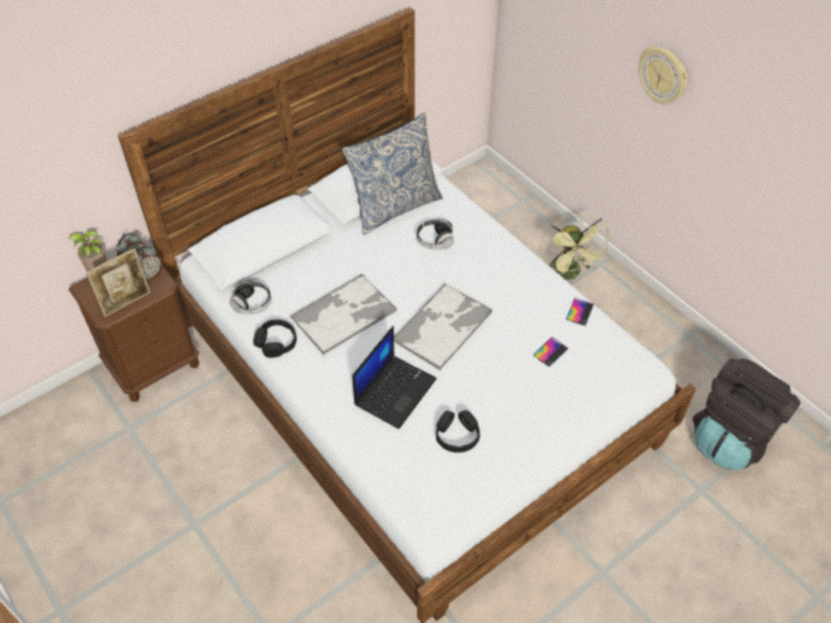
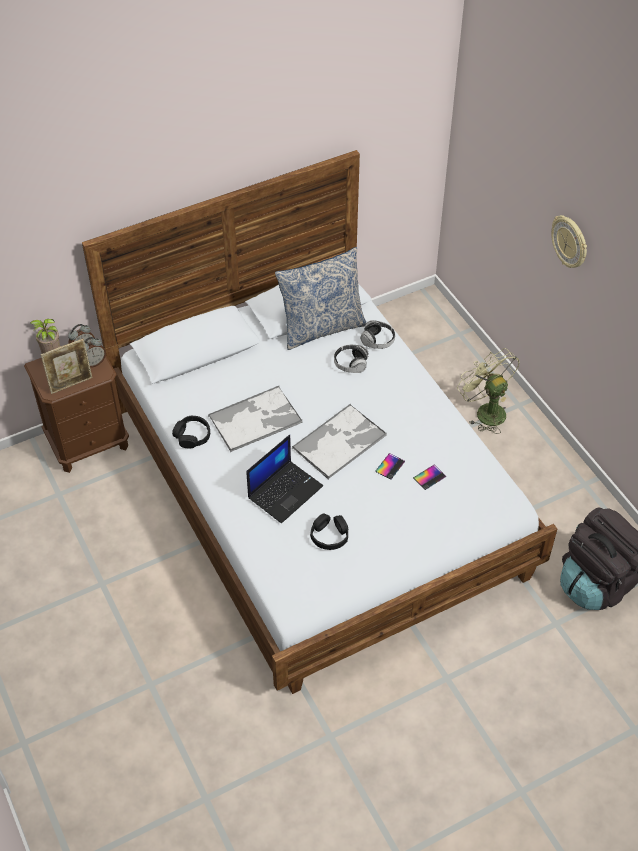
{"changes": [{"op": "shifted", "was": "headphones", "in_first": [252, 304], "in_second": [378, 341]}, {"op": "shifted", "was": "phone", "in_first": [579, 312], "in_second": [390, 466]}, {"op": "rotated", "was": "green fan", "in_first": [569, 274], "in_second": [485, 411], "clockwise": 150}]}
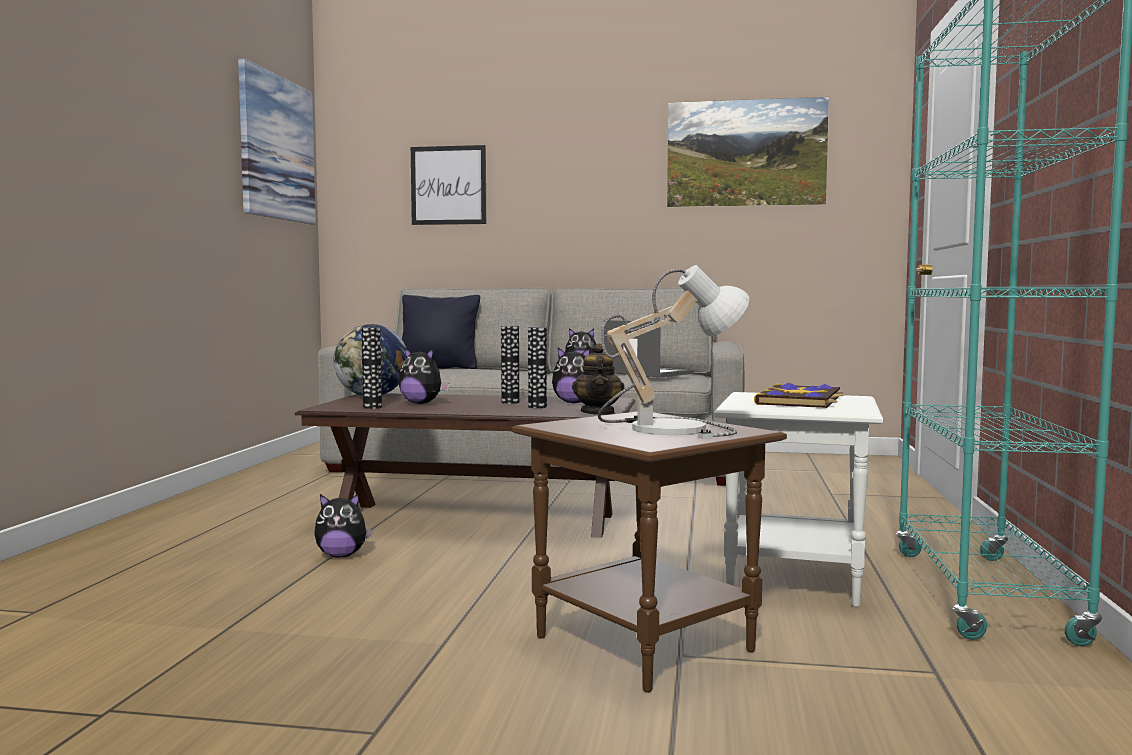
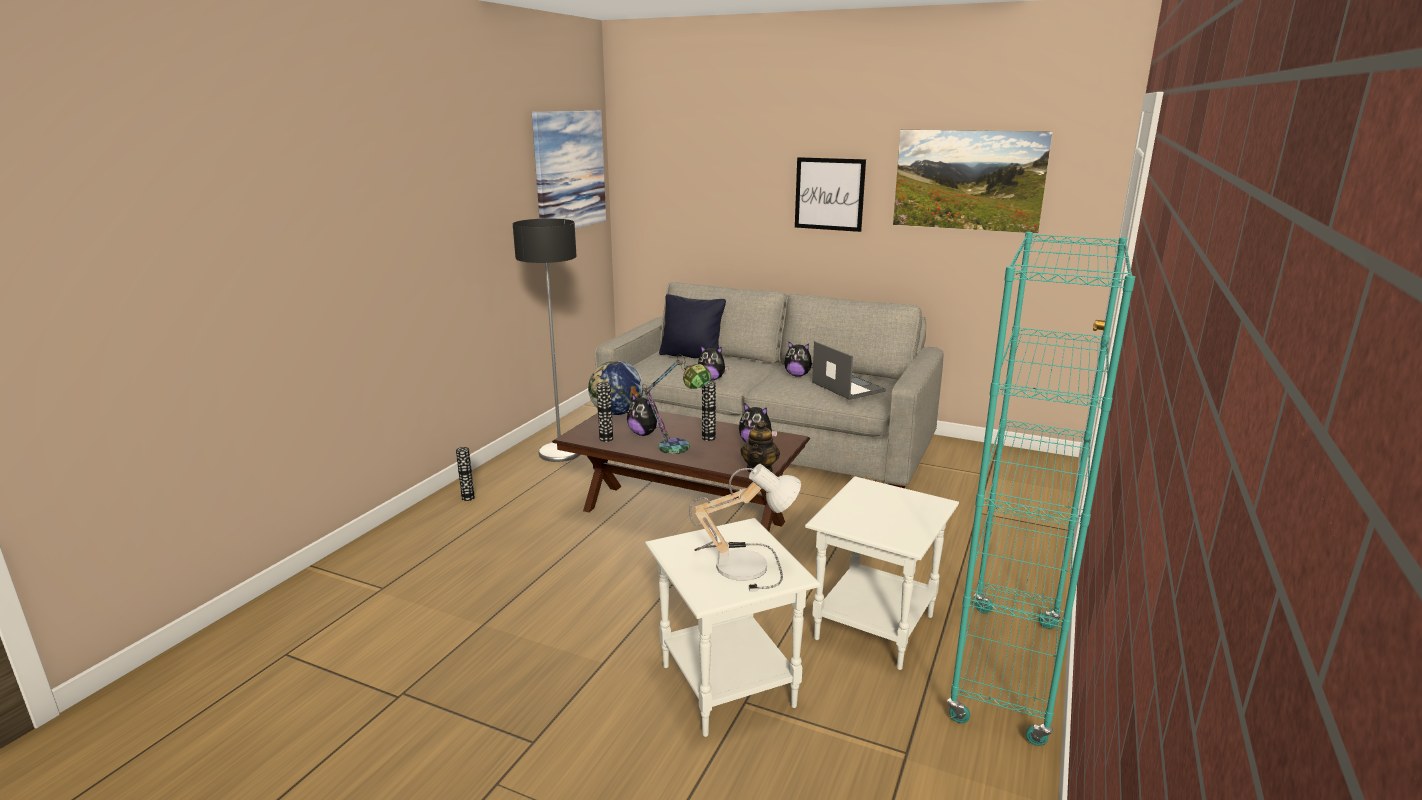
{"changes": [{"op": "gone", "was": "book", "in_first": [800, 400]}, {"op": "new", "now": "floor lamp", "in_second": [560, 452]}, {"op": "new", "now": "table lamp", "in_second": [680, 451]}, {"op": "shifted", "was": "plush toy", "in_first": [341, 555], "in_second": [711, 379]}, {"op": "shifted", "was": "picture", "in_first": [448, 185], "in_second": [829, 194]}, {"op": "shifted", "was": "vase", "in_first": [537, 407], "in_second": [468, 498]}, {"op": "repainted", "was": "brown side table", "now": "white side table", "in_first": [646, 645], "in_second": [728, 687]}]}
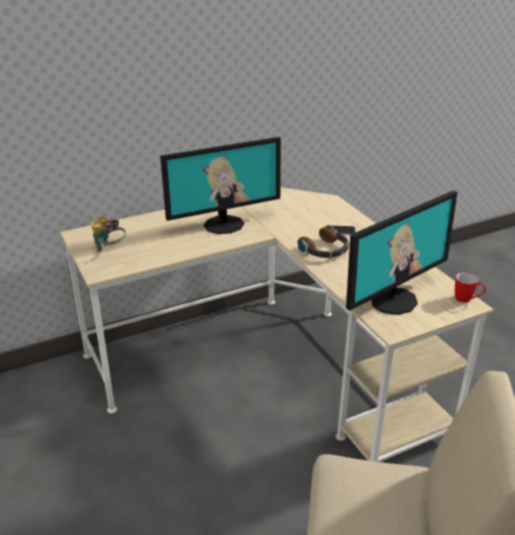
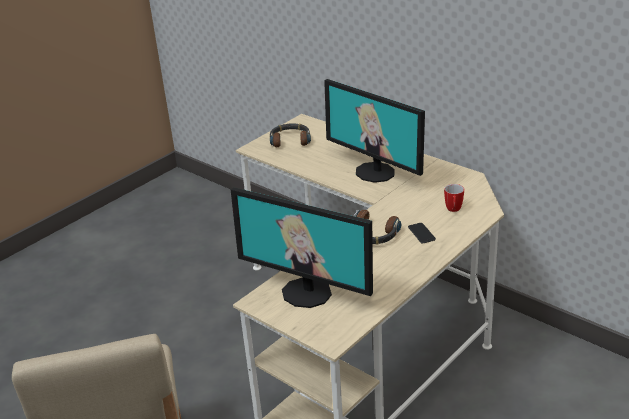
{"changes": [{"op": "shifted", "was": "mug", "in_first": [467, 300], "in_second": [453, 210]}, {"op": "swapped", "was": "binoculars", "now": "headphones", "in_first": [110, 249], "in_second": [290, 140]}]}
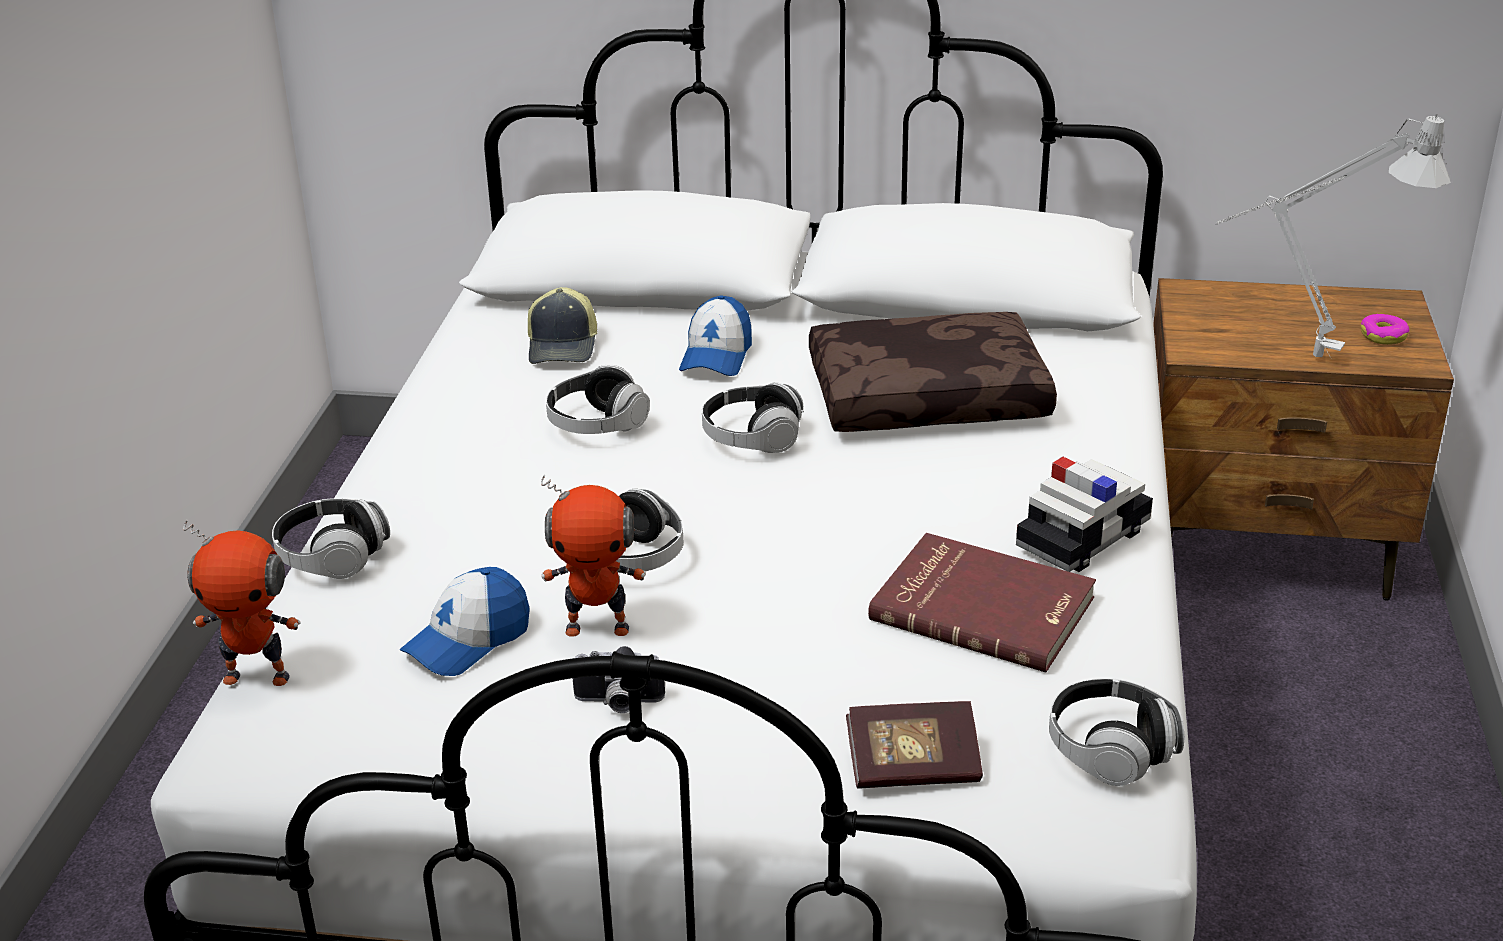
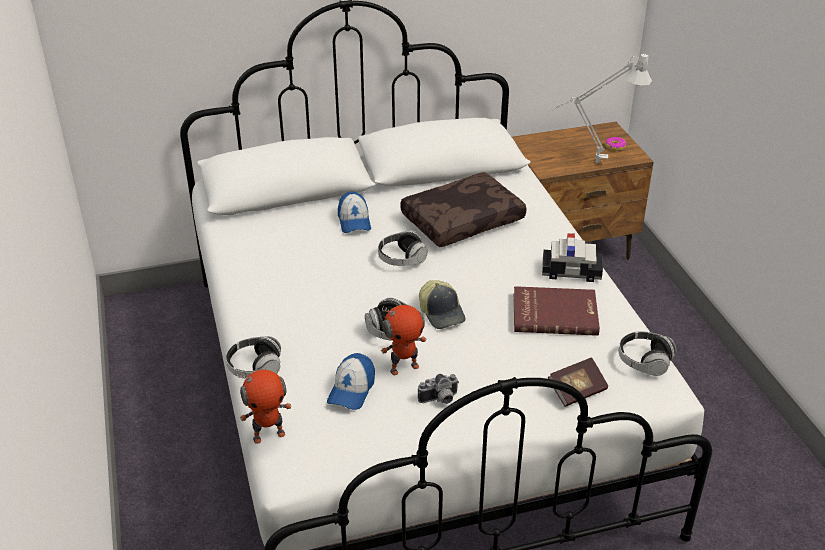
{"changes": [{"op": "gone", "was": "headphones", "in_first": [597, 424]}, {"op": "shifted", "was": "cap", "in_first": [564, 346], "in_second": [442, 313]}, {"op": "rotated", "was": "toy car", "in_first": [1083, 538], "in_second": [571, 271], "clockwise": 75}]}
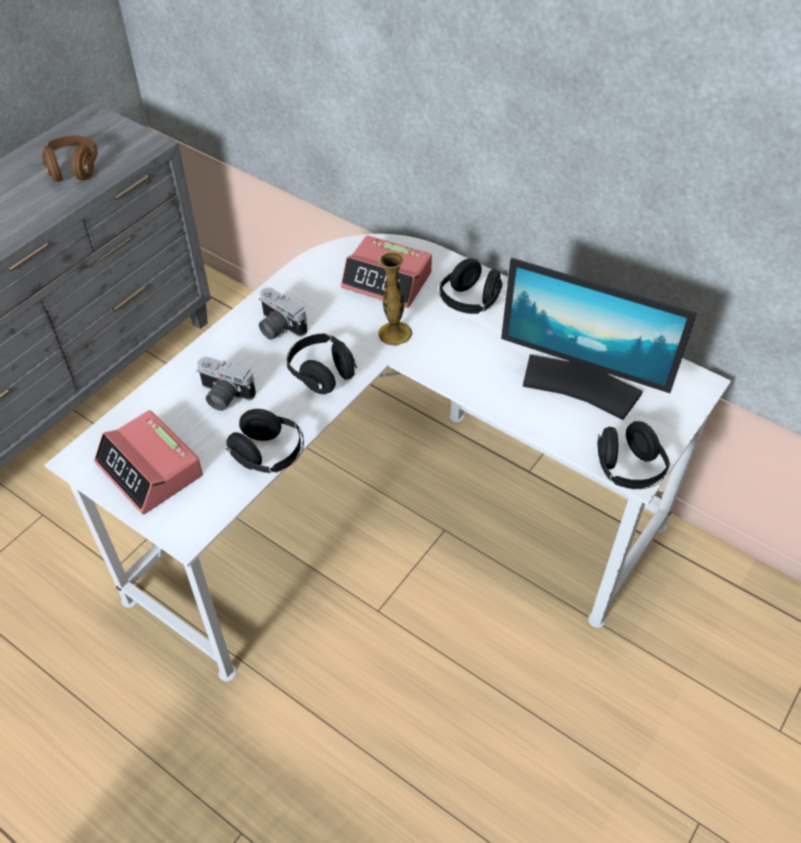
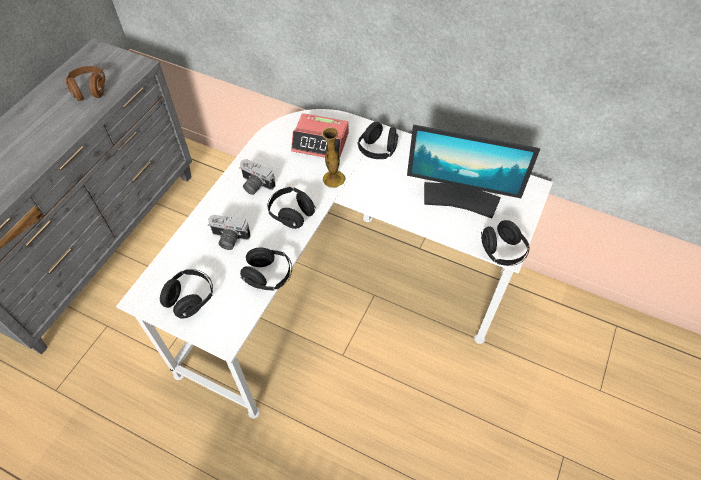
{"changes": [{"op": "swapped", "was": "alarm clock", "now": "black headphones", "in_first": [150, 470], "in_second": [190, 299]}]}
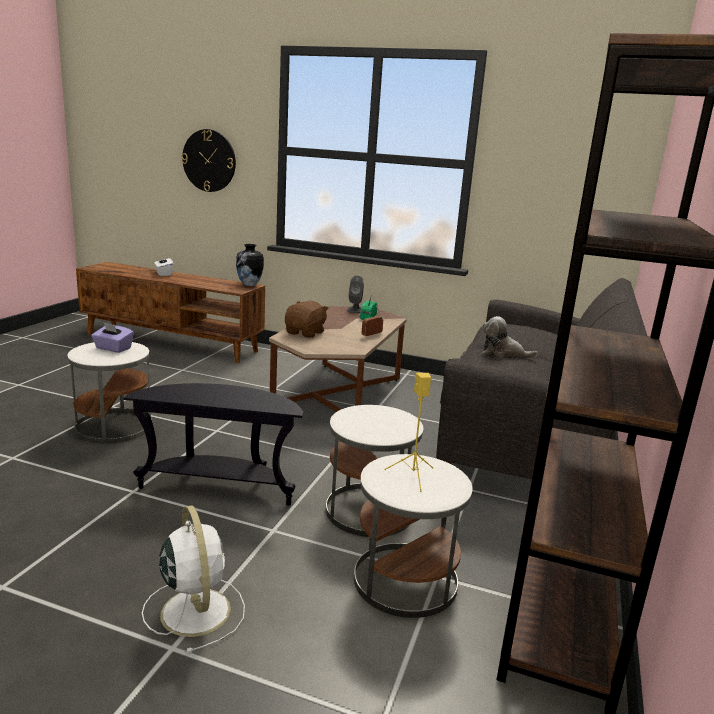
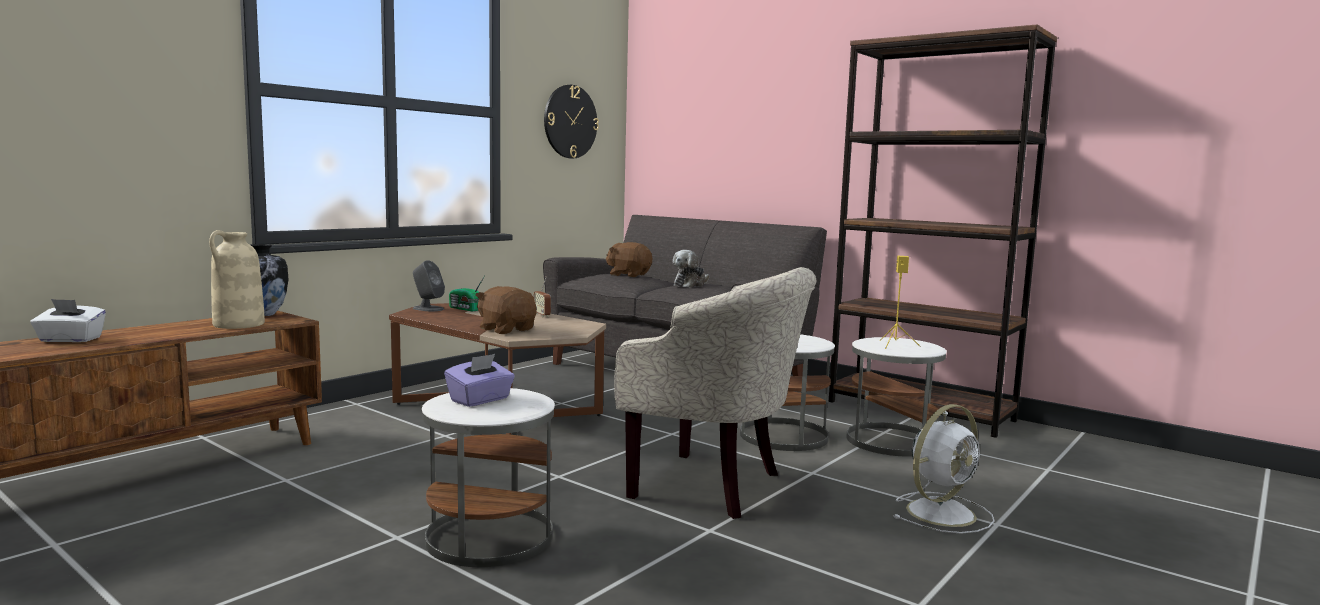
{"changes": [{"op": "new", "now": "beige vase", "in_second": [238, 324]}, {"op": "new", "now": "brown plush toy", "in_second": [628, 275]}, {"op": "shifted", "was": "wall clock", "in_first": [209, 161], "in_second": [570, 121]}, {"op": "swapped", "was": "black side table", "now": "beige armchair", "in_first": [219, 486], "in_second": [715, 486]}, {"op": "rotated", "was": "white fan", "in_first": [195, 609], "in_second": [942, 512], "clockwise": 150}]}
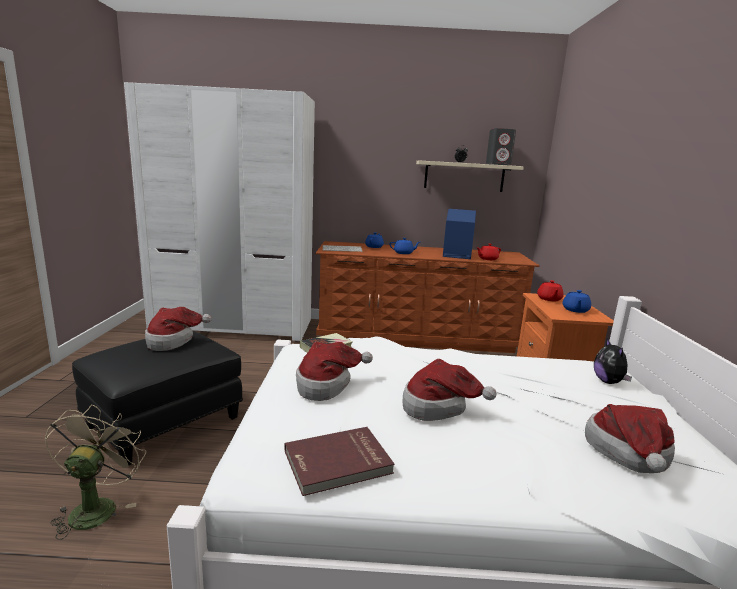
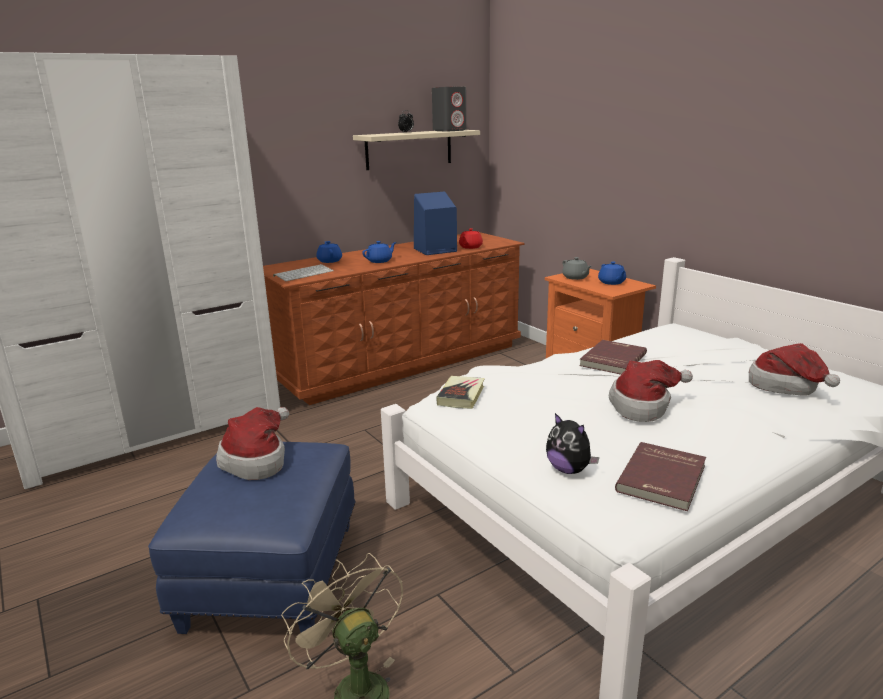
{"changes": [{"op": "gone", "was": "hat", "in_first": [326, 385]}, {"op": "new", "now": "red book", "in_second": [611, 359]}, {"op": "shifted", "was": "plush toy", "in_first": [608, 382], "in_second": [569, 470]}, {"op": "repainted", "was": "black ottoman", "now": "blue ottoman", "in_first": [165, 421], "in_second": [271, 573]}, {"op": "repainted", "was": "red teapot", "now": "grey teapot", "in_first": [549, 299], "in_second": [575, 277]}]}
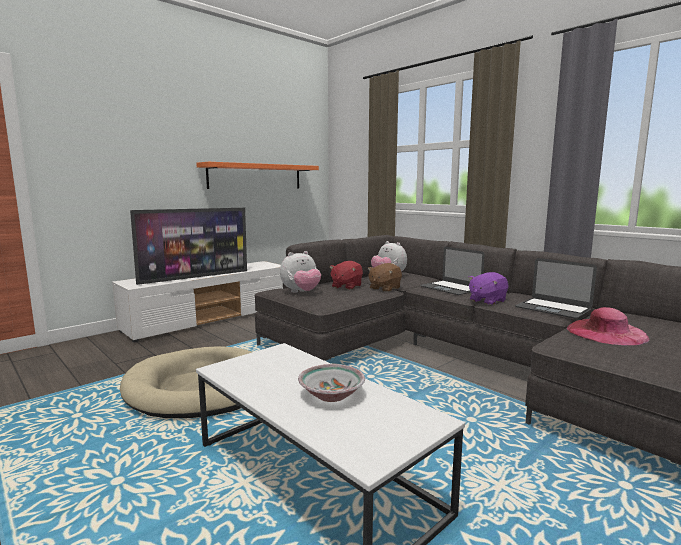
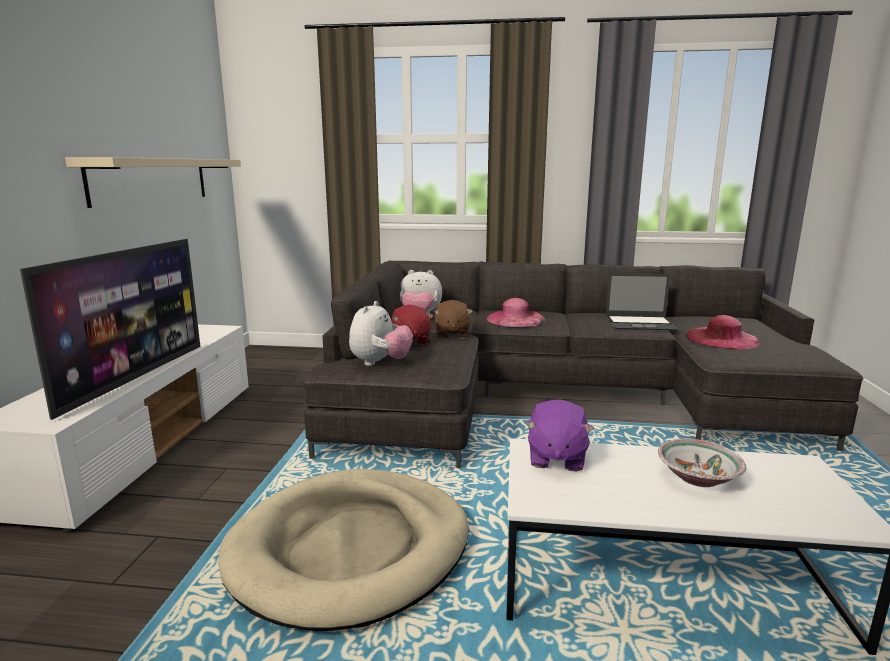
{"changes": [{"op": "shifted", "was": "purple plush toy", "in_first": [487, 301], "in_second": [556, 458]}, {"op": "swapped", "was": "laptop", "now": "pink hat", "in_first": [450, 288], "in_second": [515, 319]}, {"op": "repainted", "was": "orange shelf", "now": "beige shelf", "in_first": [256, 176], "in_second": [151, 180]}]}
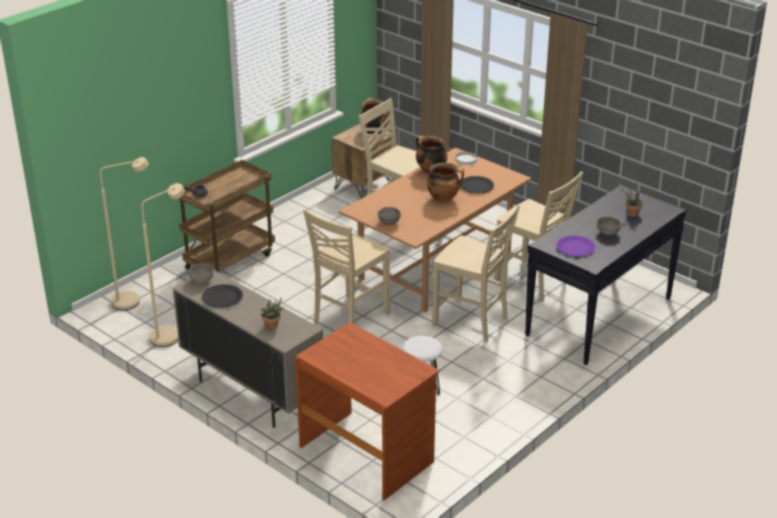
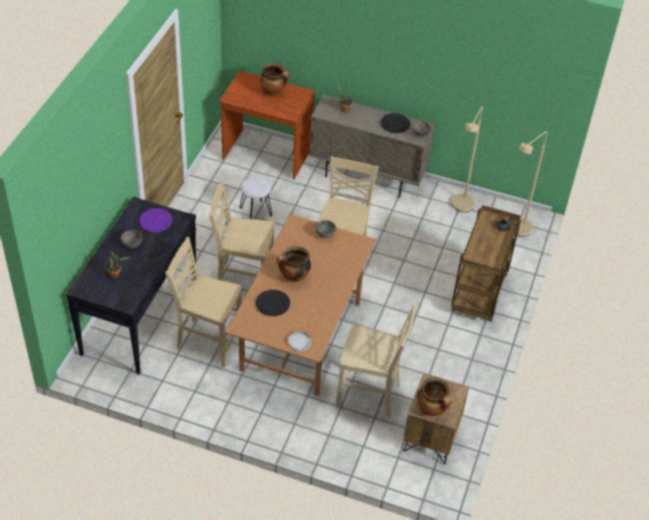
{"changes": [{"op": "shifted", "was": "cooking pot", "in_first": [430, 171], "in_second": [273, 92]}]}
